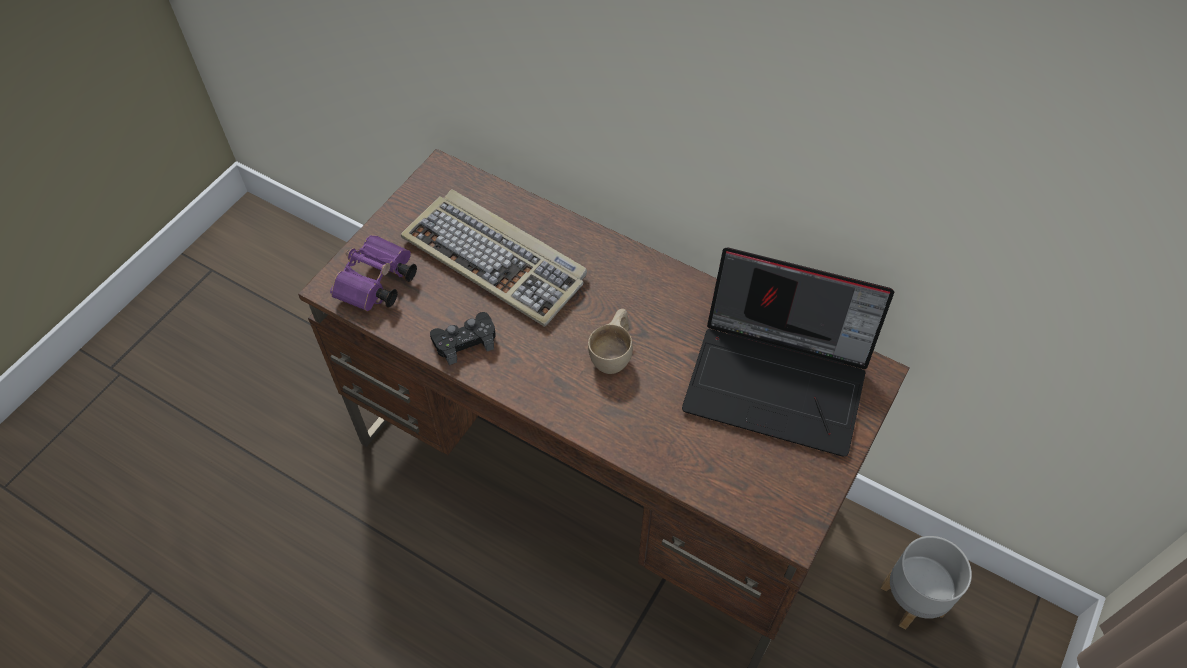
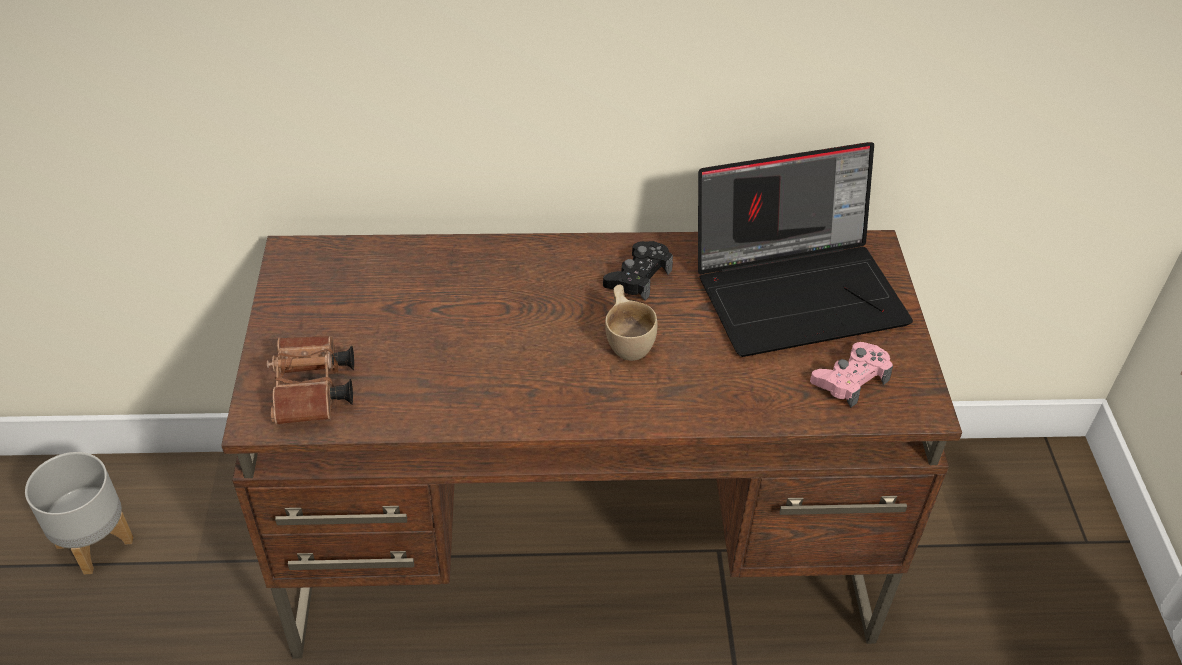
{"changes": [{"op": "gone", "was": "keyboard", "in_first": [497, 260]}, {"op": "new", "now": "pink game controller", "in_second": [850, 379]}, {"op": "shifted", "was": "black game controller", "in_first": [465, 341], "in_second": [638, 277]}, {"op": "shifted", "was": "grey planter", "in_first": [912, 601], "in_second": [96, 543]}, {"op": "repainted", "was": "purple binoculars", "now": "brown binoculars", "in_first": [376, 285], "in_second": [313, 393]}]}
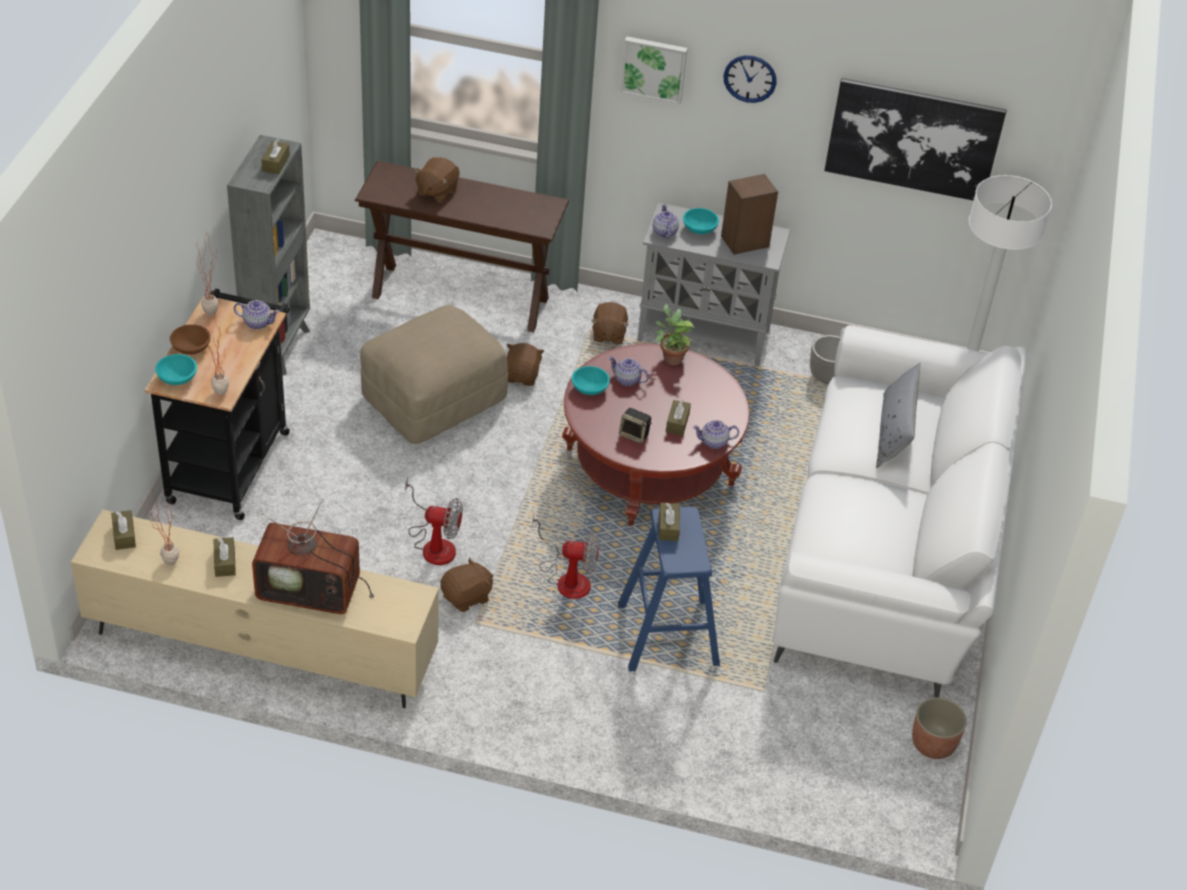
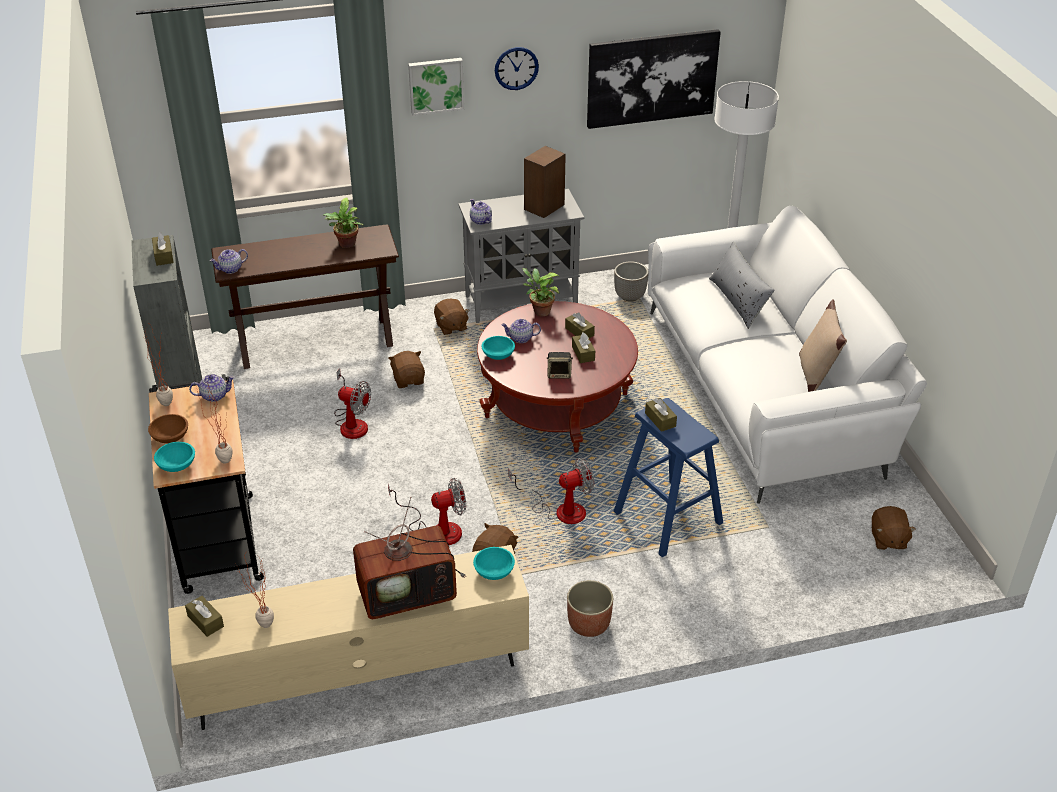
{"changes": [{"op": "new", "now": "potted plant", "in_second": [346, 245]}, {"op": "new", "now": "beige pillow", "in_second": [815, 374]}, {"op": "shifted", "was": "brown tissue box", "in_first": [225, 562], "in_second": [579, 332]}, {"op": "shifted", "was": "brown plush toy", "in_first": [436, 191], "in_second": [888, 539]}, {"op": "shifted", "was": "turquoise bowl", "in_first": [700, 229], "in_second": [495, 571]}, {"op": "shifted", "was": "teapot", "in_first": [714, 442], "in_second": [230, 269]}, {"op": "shifted", "was": "planter", "in_first": [933, 744], "in_second": [589, 624]}, {"op": "swapped", "was": "beige ottoman", "now": "fan", "in_first": [433, 398], "in_second": [352, 423]}]}
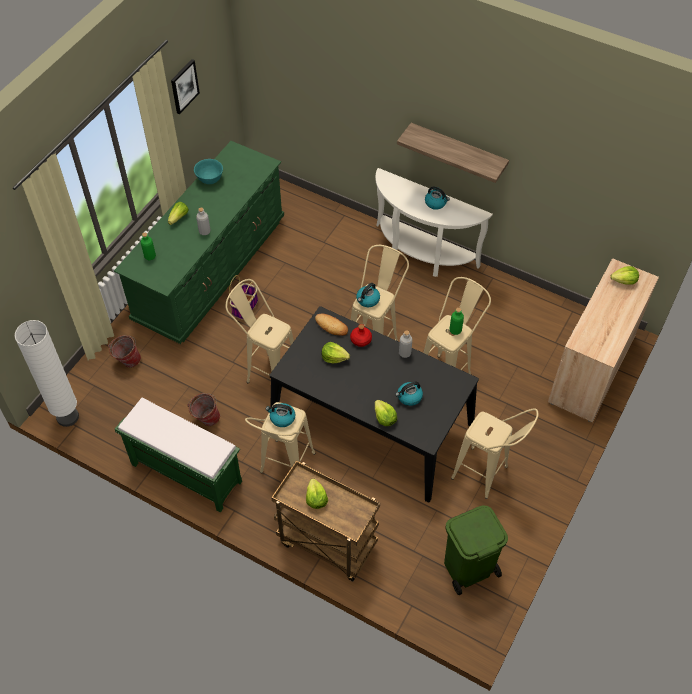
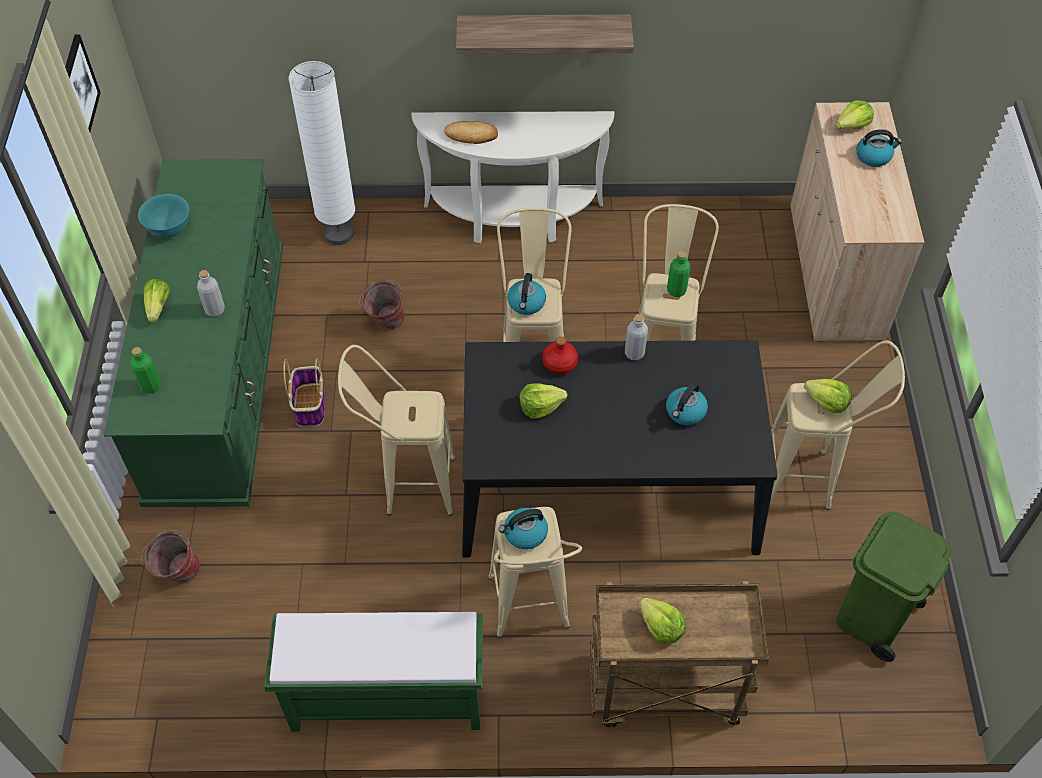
{"changes": [{"op": "shifted", "was": "white floor lamp", "in_first": [67, 417], "in_second": [338, 233]}, {"op": "shifted", "was": "bucket", "in_first": [205, 419], "in_second": [385, 324]}, {"op": "shifted", "was": "bread", "in_first": [331, 326], "in_second": [471, 135]}, {"op": "shifted", "was": "lettuce", "in_first": [384, 418], "in_second": [826, 403]}, {"op": "shifted", "was": "kettle", "in_first": [436, 203], "in_second": [874, 156]}]}
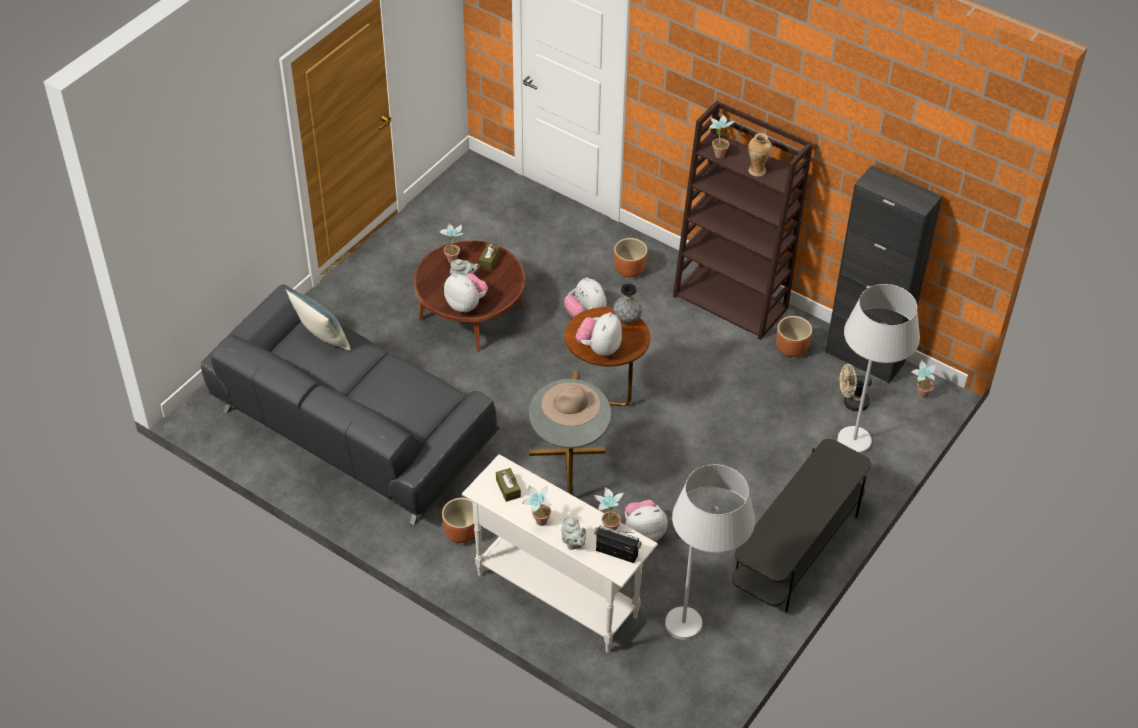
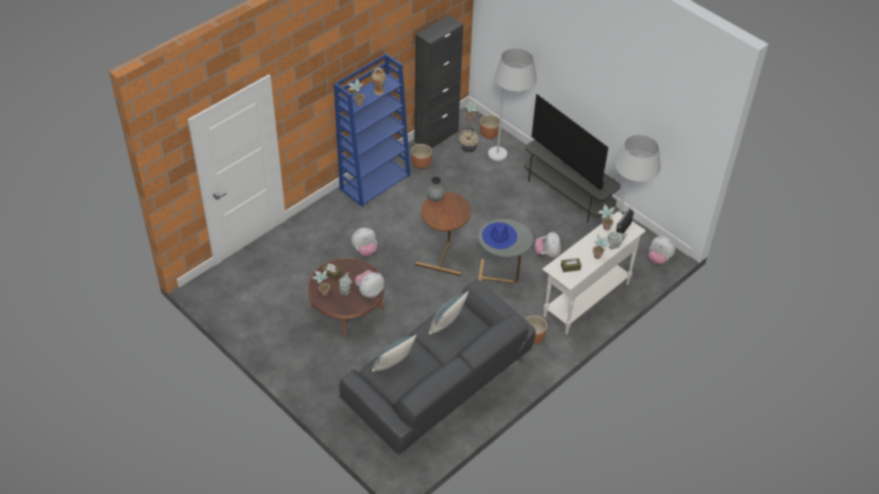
{"changes": [{"op": "new", "now": "pillow", "in_second": [447, 324]}, {"op": "new", "now": "television", "in_second": [569, 163]}, {"op": "shifted", "was": "plush toy", "in_first": [599, 348], "in_second": [659, 259]}, {"op": "shifted", "was": "brown planter", "in_first": [630, 270], "in_second": [489, 134]}, {"op": "repainted", "was": "beige hat", "now": "blue hat", "in_first": [570, 404], "in_second": [499, 235]}, {"op": "repainted", "was": "brown bookcase", "now": "blue bookcase", "in_first": [732, 302], "in_second": [375, 181]}]}
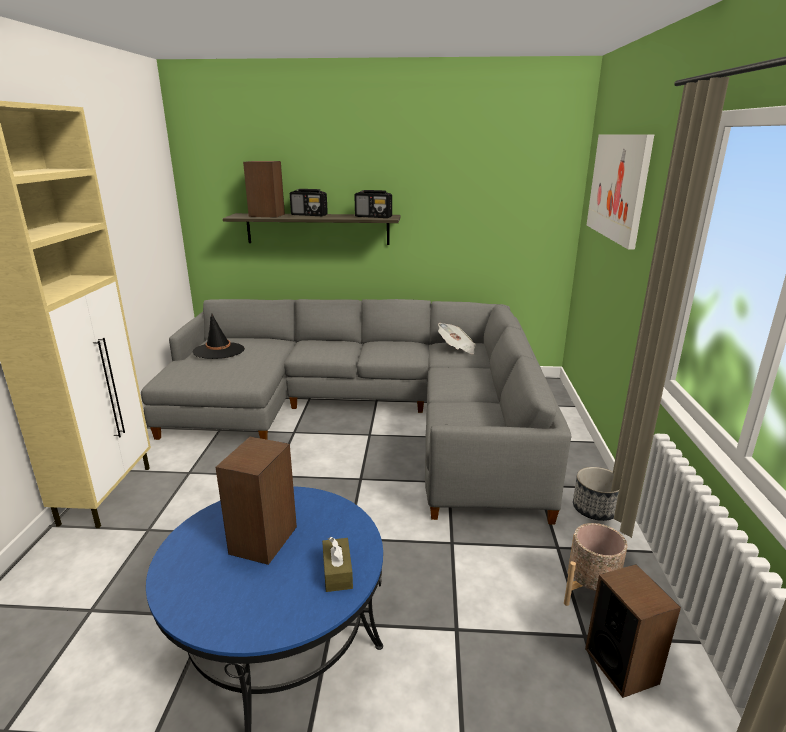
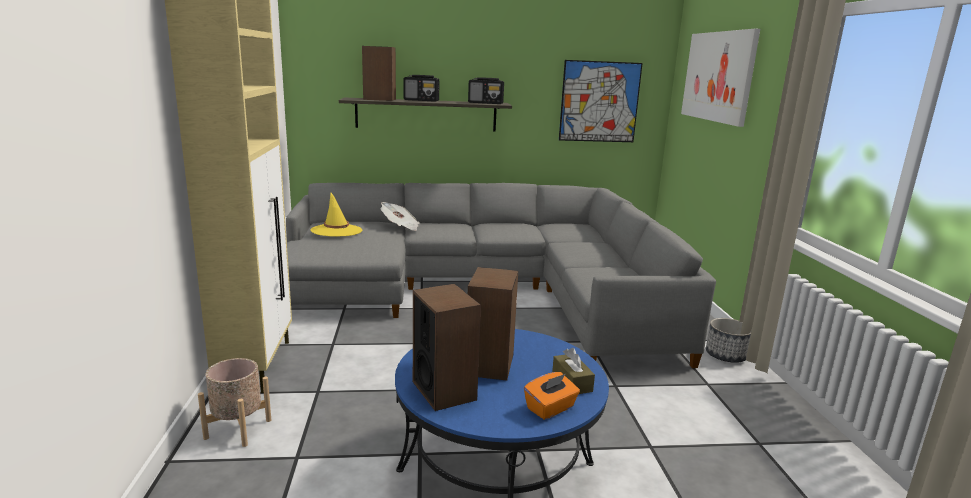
{"changes": [{"op": "new", "now": "orange tissue box", "in_second": [550, 408]}, {"op": "new", "now": "picture", "in_second": [599, 102]}, {"op": "shifted", "was": "newspaper", "in_first": [457, 348], "in_second": [400, 227]}, {"op": "shifted", "was": "beige planter", "in_first": [590, 594], "in_second": [238, 429]}, {"op": "shifted", "was": "speaker", "in_first": [621, 665], "in_second": [444, 390]}, {"op": "repainted", "was": "black hat", "now": "yellow hat", "in_first": [219, 351], "in_second": [336, 231]}]}
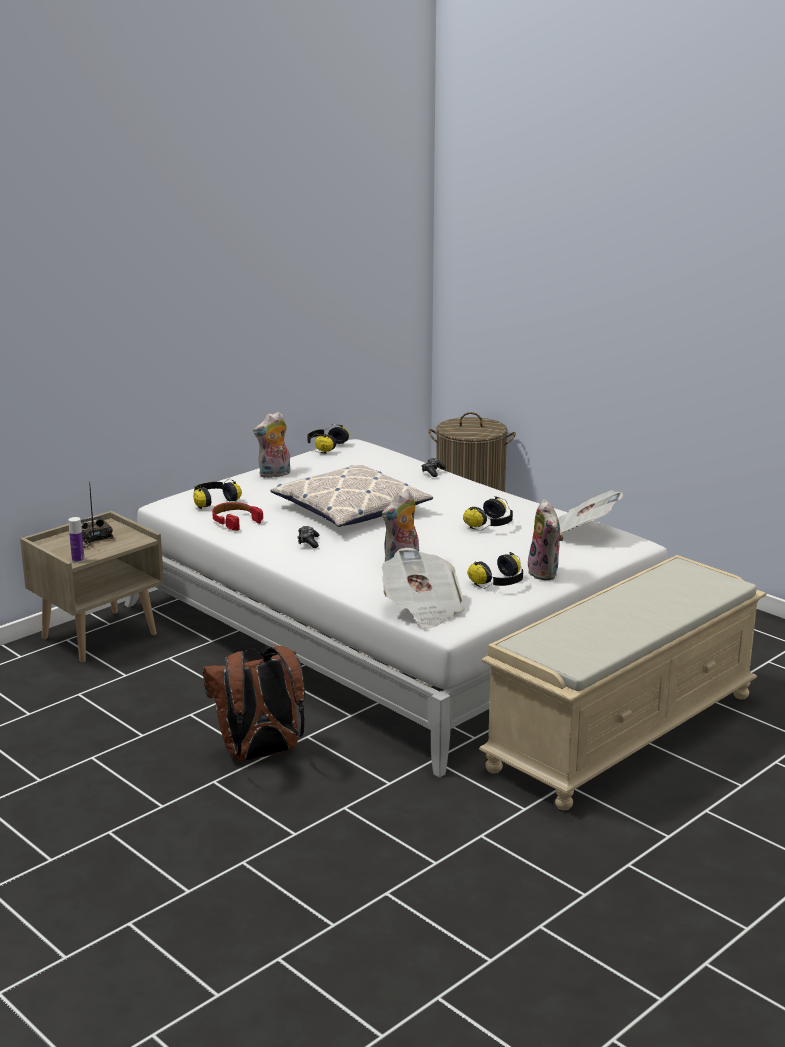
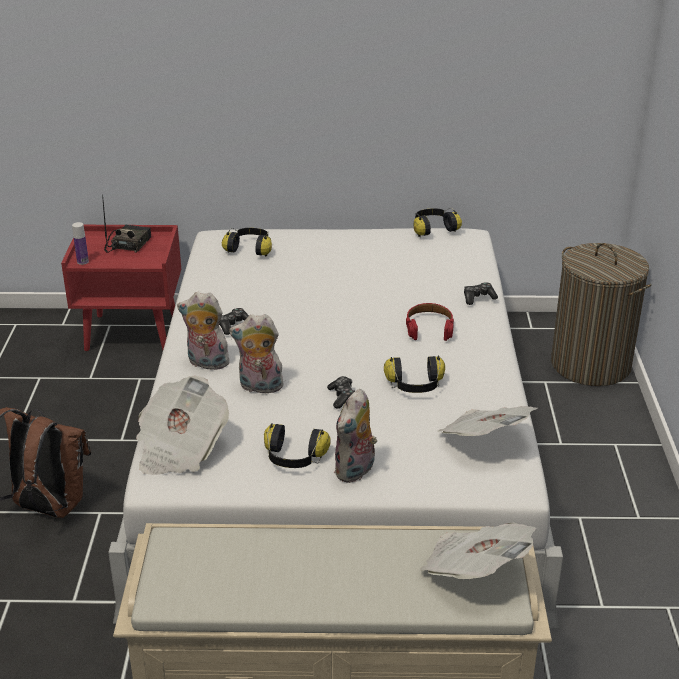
{"changes": [{"op": "gone", "was": "pillow", "in_first": [351, 509]}, {"op": "new", "now": "game controller", "in_second": [342, 397]}, {"op": "new", "now": "newspaper", "in_second": [474, 571]}, {"op": "shifted", "was": "red headphones", "in_first": [235, 521], "in_second": [429, 327]}, {"op": "shifted", "was": "plush toy", "in_first": [274, 474], "in_second": [206, 363]}, {"op": "repainted", "was": "beige nightstand", "now": "red nightstand", "in_first": [99, 635], "in_second": [133, 332]}]}
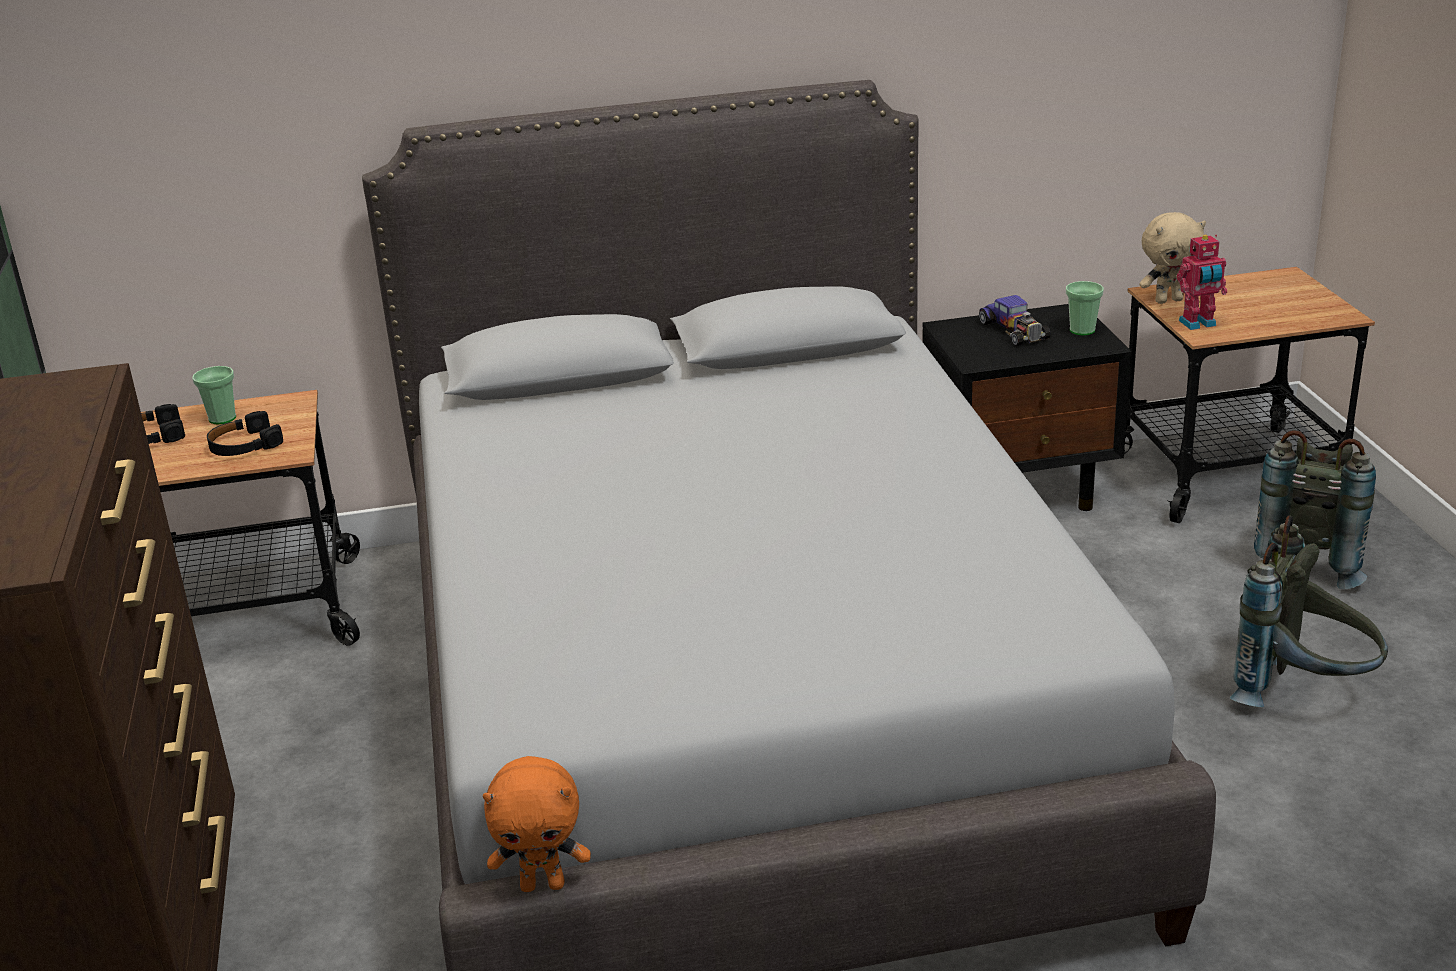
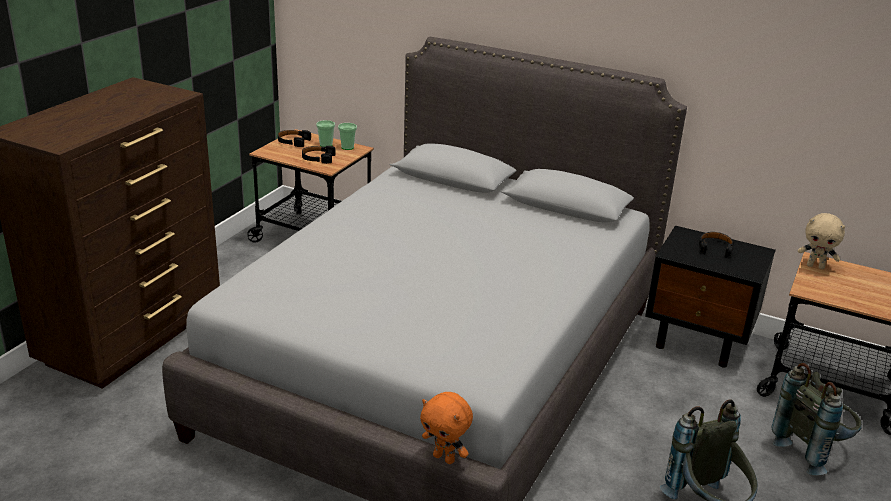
{"changes": [{"op": "gone", "was": "toy robot", "in_first": [1198, 324]}, {"op": "shifted", "was": "orange plush toy", "in_first": [543, 884], "in_second": [444, 458]}, {"op": "shifted", "was": "cup", "in_first": [1082, 330], "in_second": [347, 147]}, {"op": "swapped", "was": "toy car", "now": "black headphones", "in_first": [1014, 331], "in_second": [715, 248]}]}
